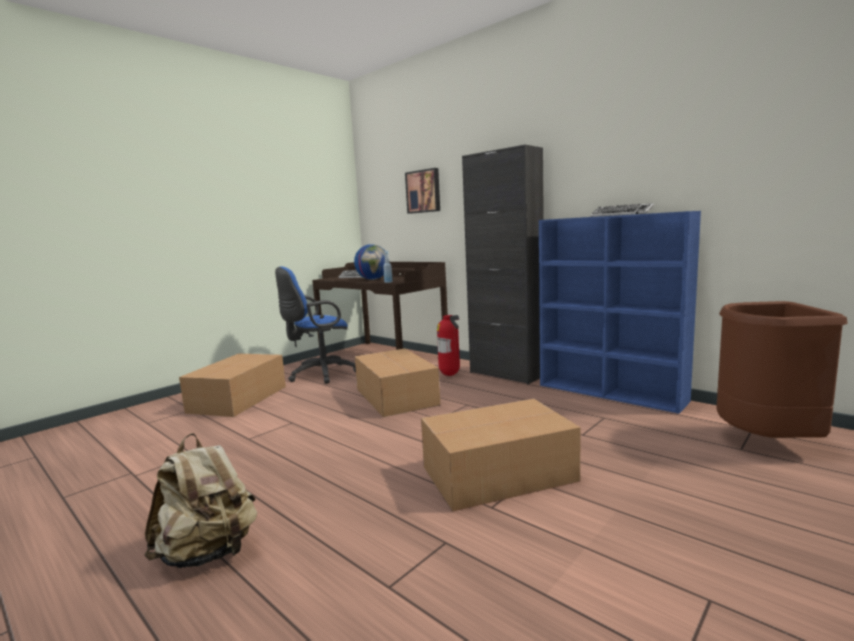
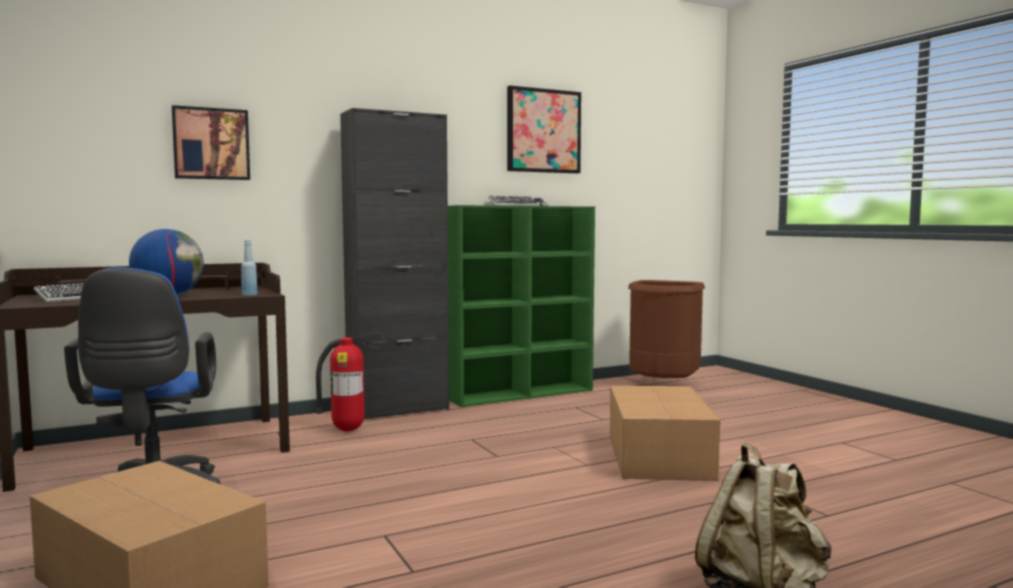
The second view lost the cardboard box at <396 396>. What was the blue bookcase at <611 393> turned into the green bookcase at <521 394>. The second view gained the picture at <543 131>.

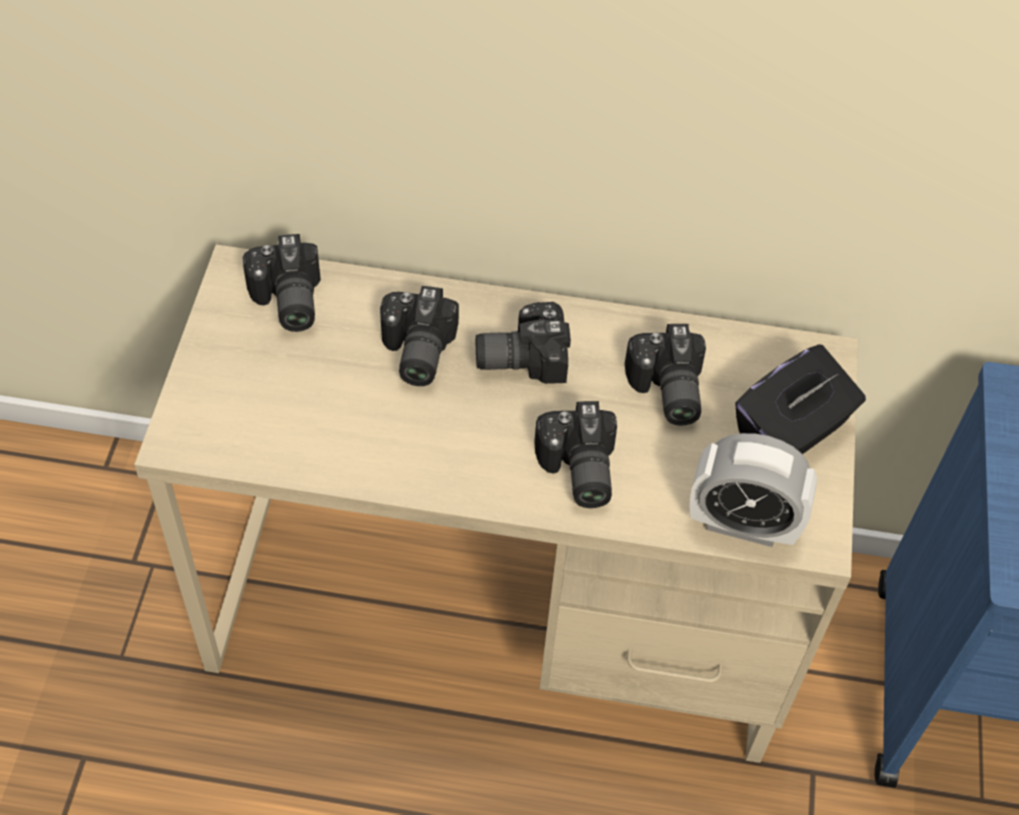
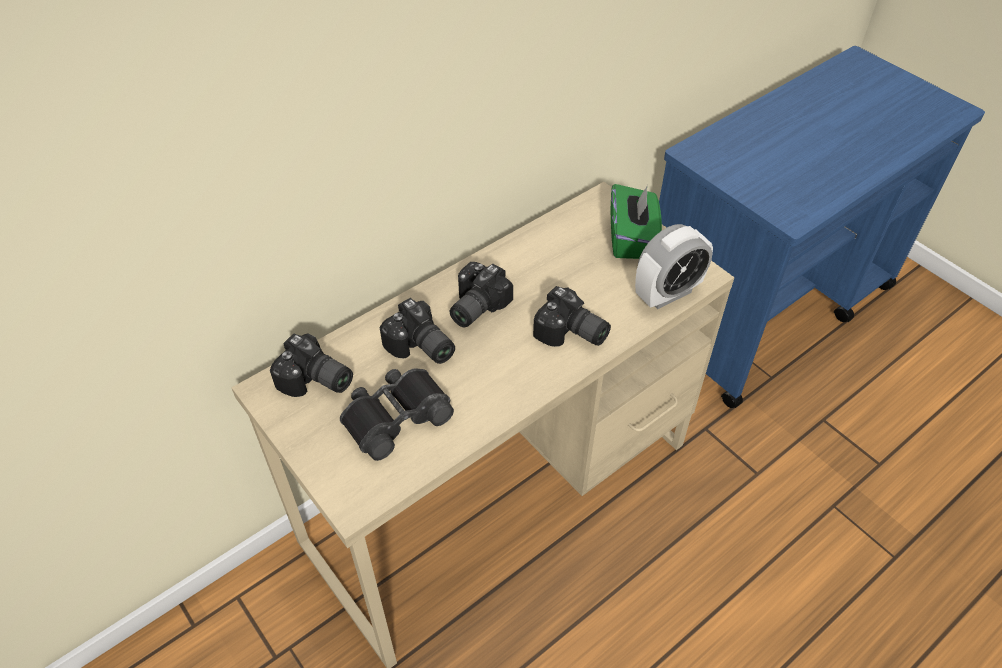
The second view lost the photo camera at <665 391>. What was the black tissue box at <792 430> turned into the green tissue box at <632 239>. The second view gained the black binoculars at <395 417>.

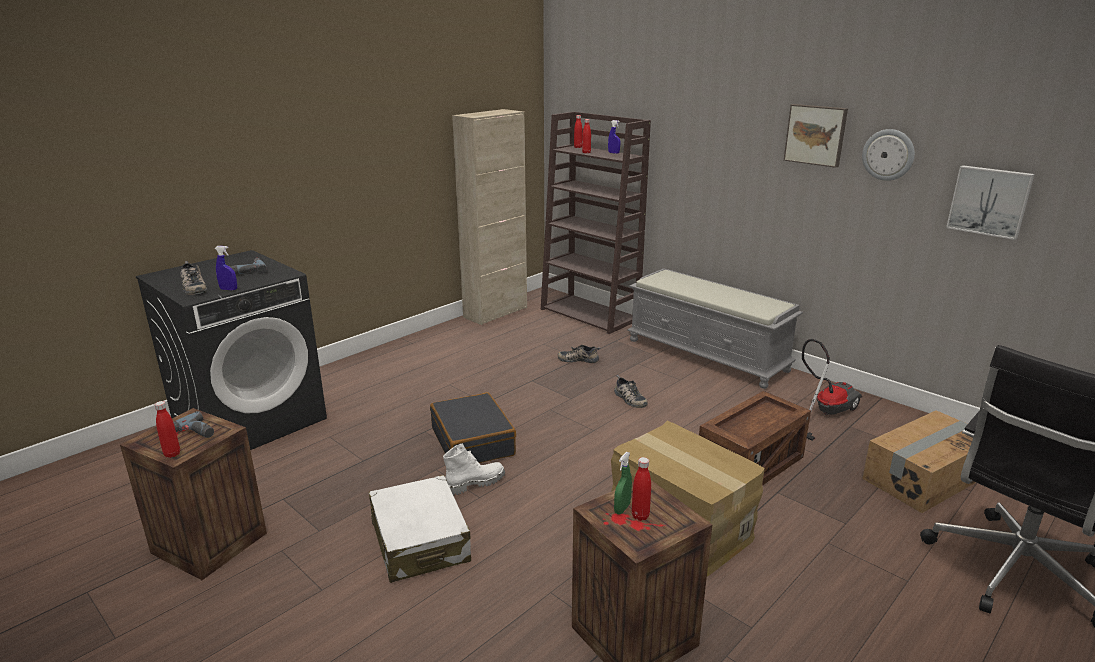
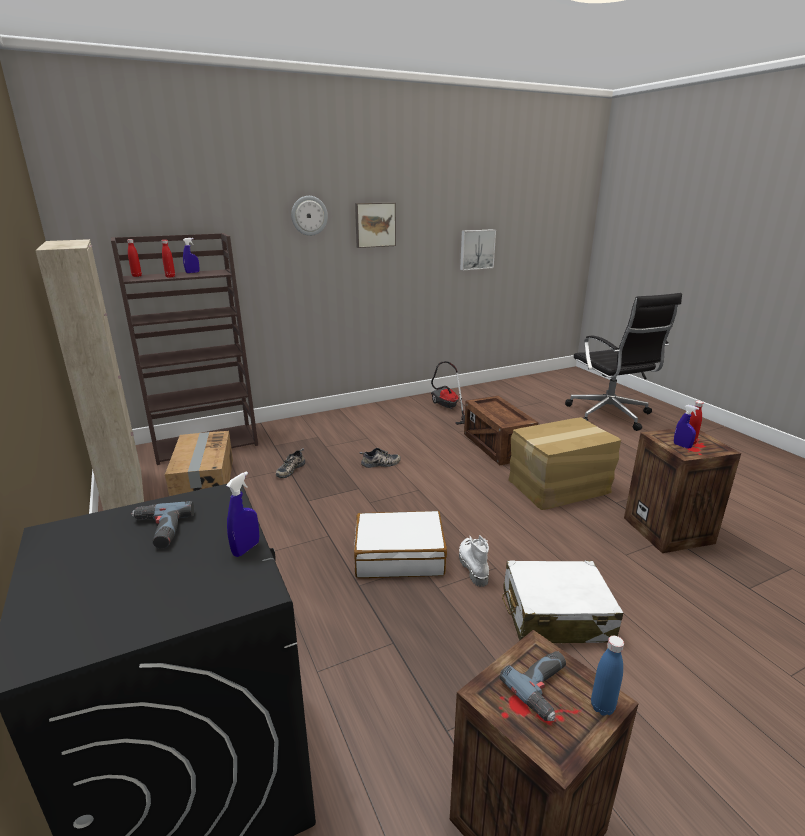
What was the red bottle at <172 454> turned into the blue bottle at <602 707>. The second view lost the shoe at <192 287>. What was the black suitcase at <473 441> turned into the white suitcase at <399 555>. What was the green spray bottle at <622 508> turned into the blue spray bottle at <682 446>. The second view lost the grey bench at <708 355>. The wall clock ended up elsewhere, having gone from <888 154> to <309 215>. The cardboard box ended up elsewhere, having gone from <923 477> to <203 481>.

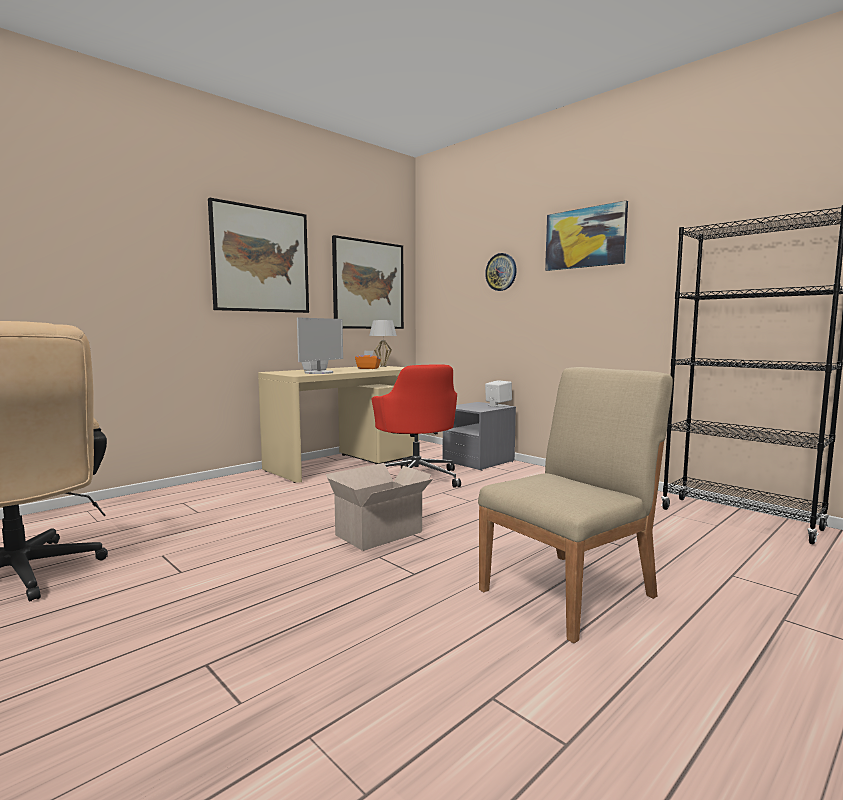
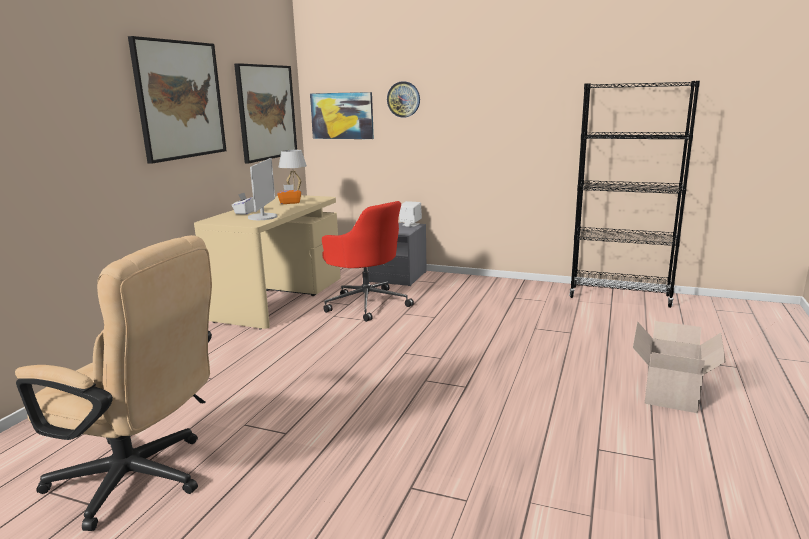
The cardboard box ended up elsewhere, having gone from <381 533> to <671 390>. The second view lost the beige chair at <569 592>. The picture ended up elsewhere, having gone from <585 238> to <342 116>.

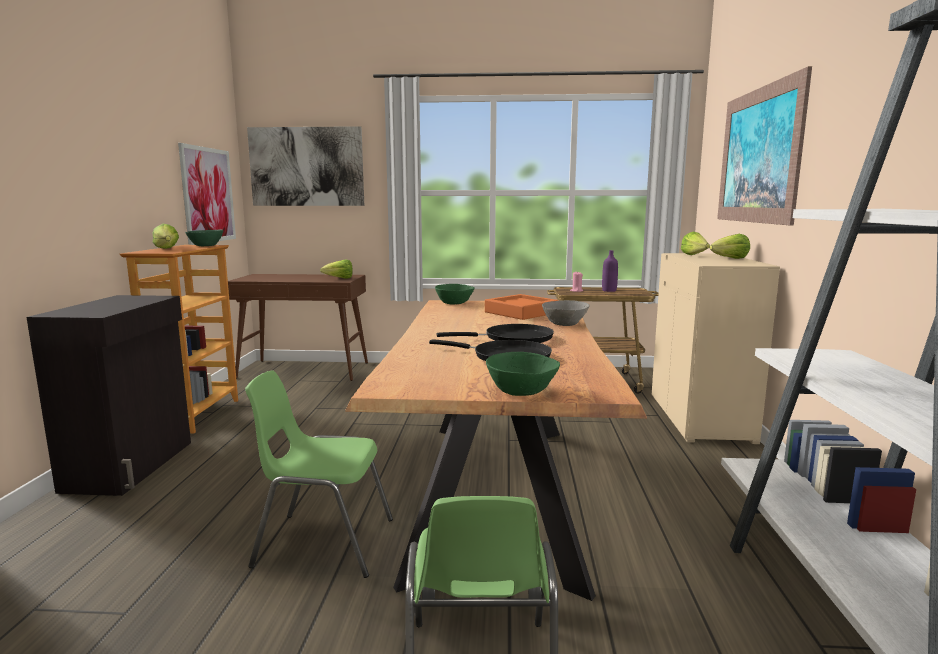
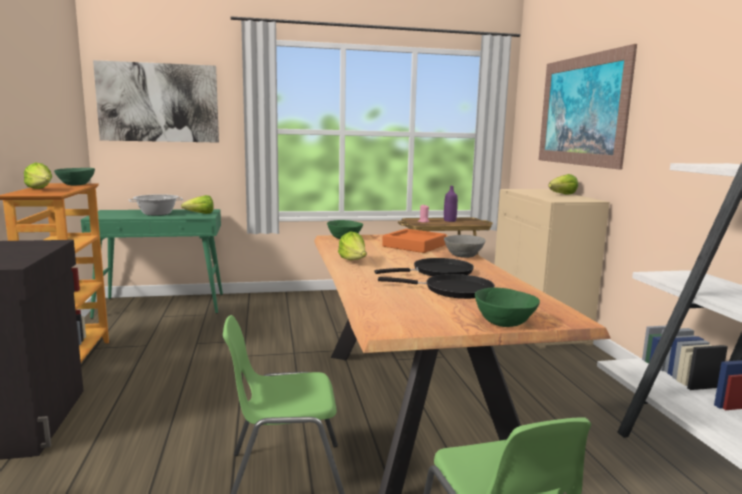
The second view lost the picture at <208 195>. What was the brown console table at <305 370> turned into the green console table at <162 305>. The lettuce ended up elsewhere, having gone from <695 255> to <354 261>. The second view gained the cooking pot at <157 214>.

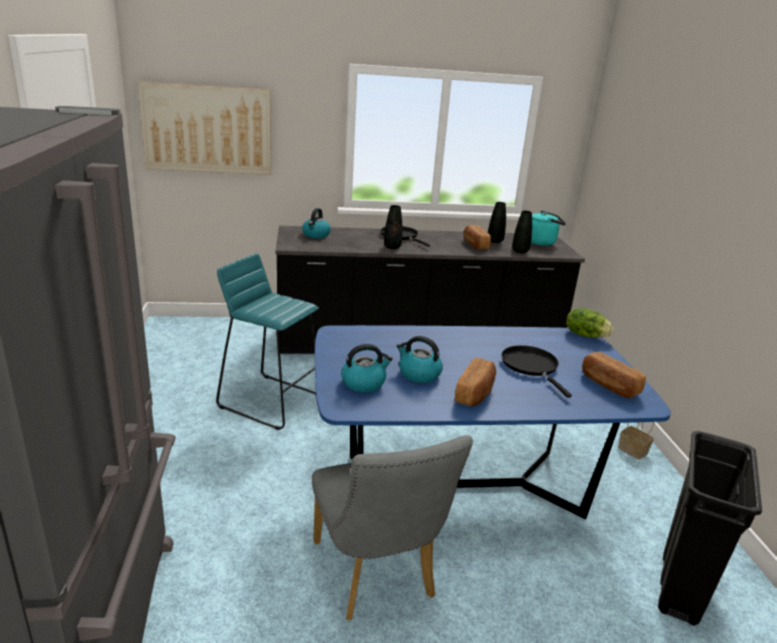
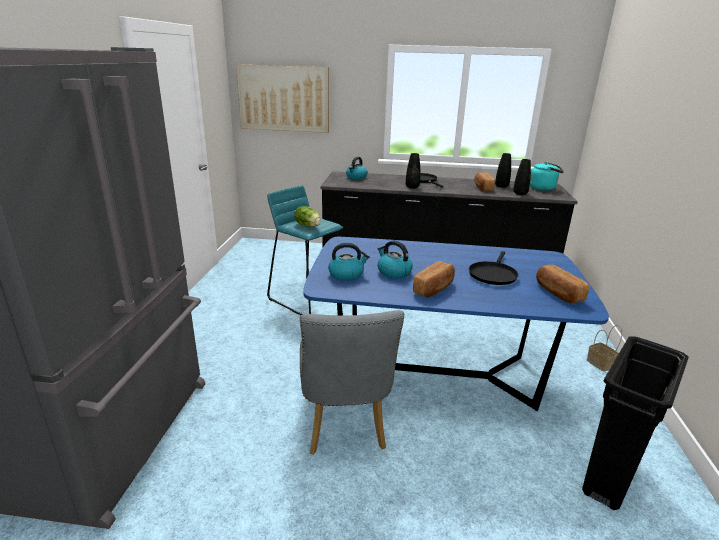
The black frying pan at <531 366> ended up facing another way, 150 degrees counterclockwise from before. The lettuce ended up elsewhere, having gone from <585 335> to <308 225>.

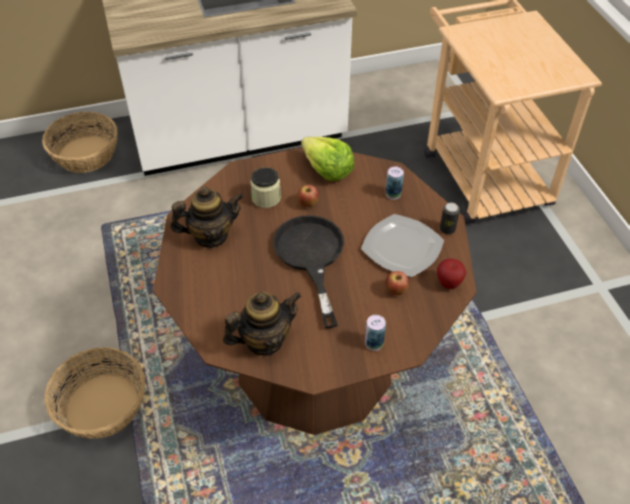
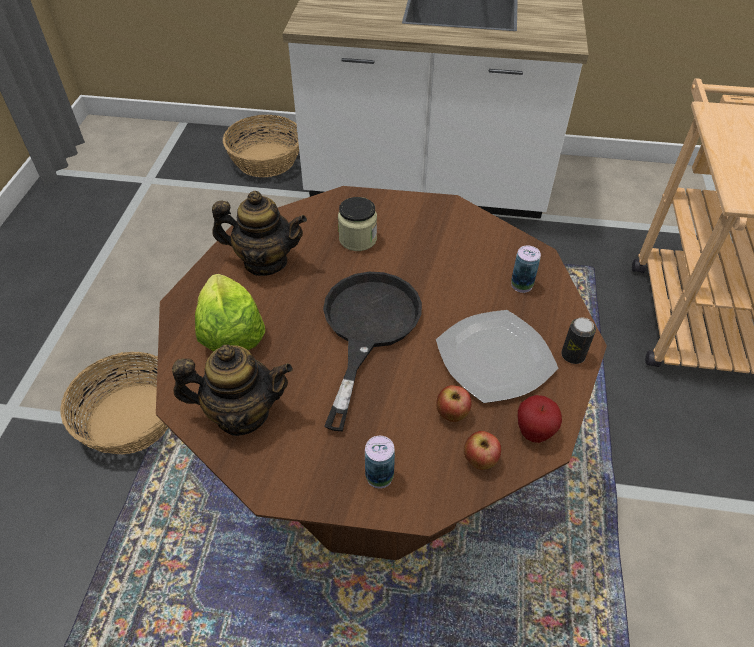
The apple ended up elsewhere, having gone from <308 204> to <480 461>. The lettuce ended up elsewhere, having gone from <327 170> to <230 333>.

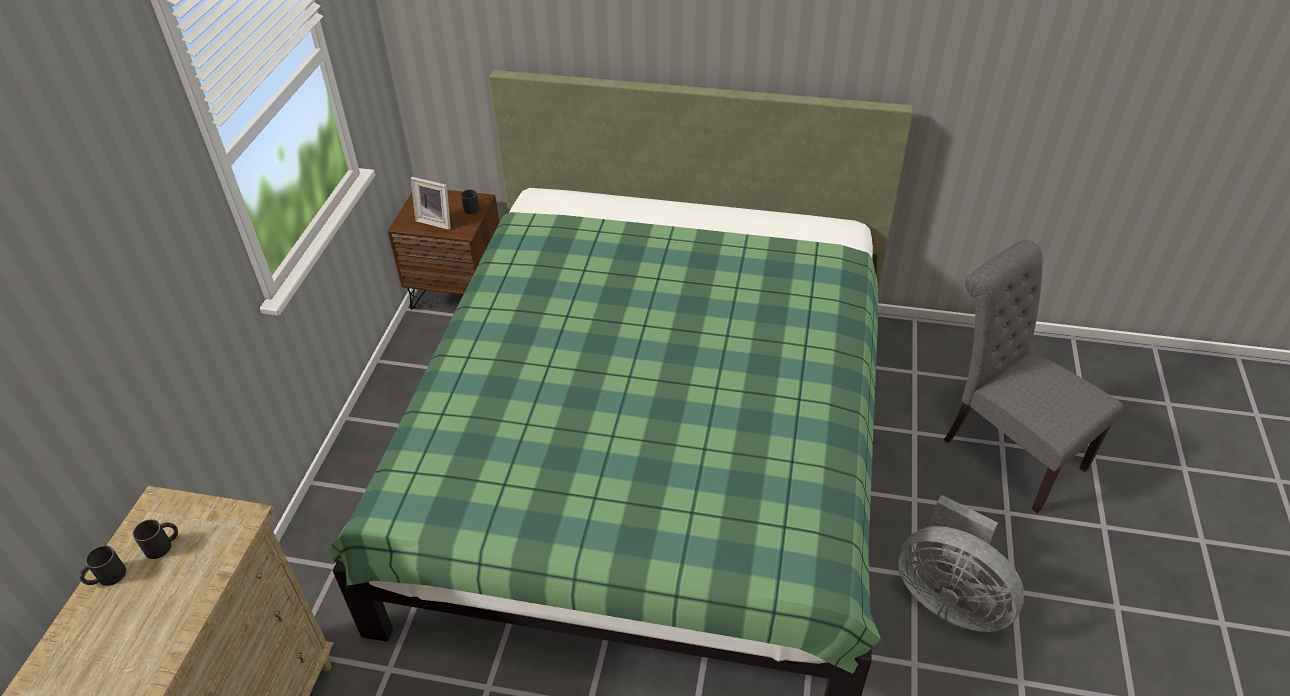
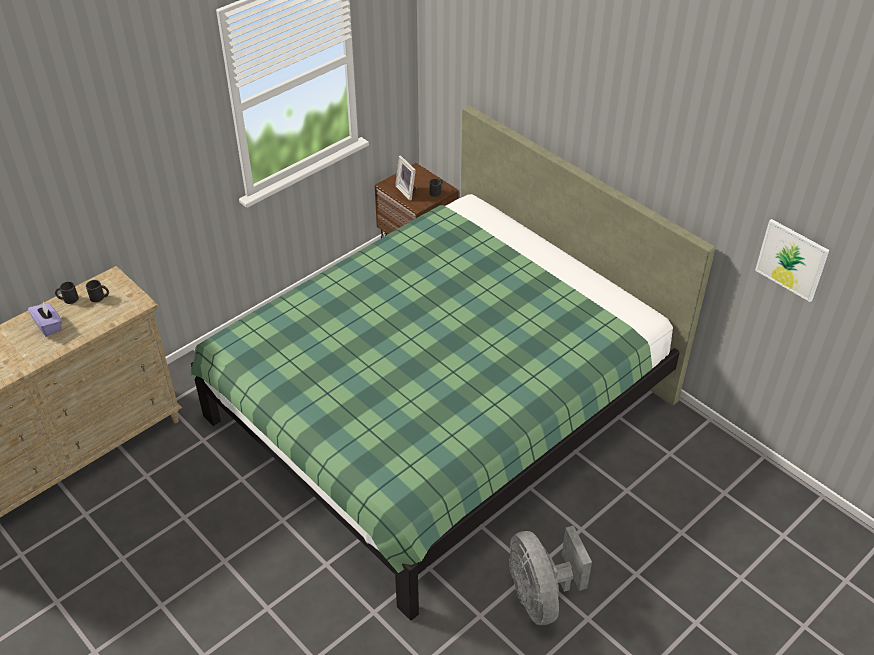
The second view lost the grey chair at <1006 449>. The second view gained the purple tissue box at <49 326>. The second view gained the picture at <792 259>.

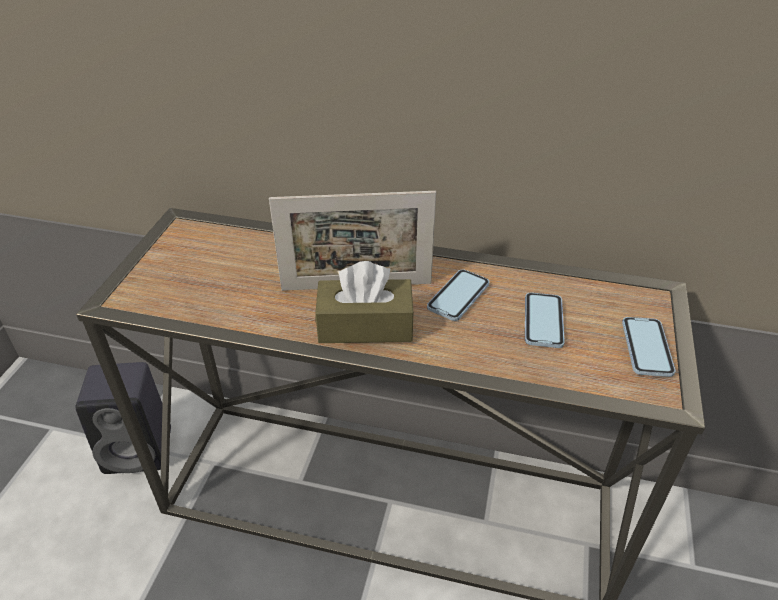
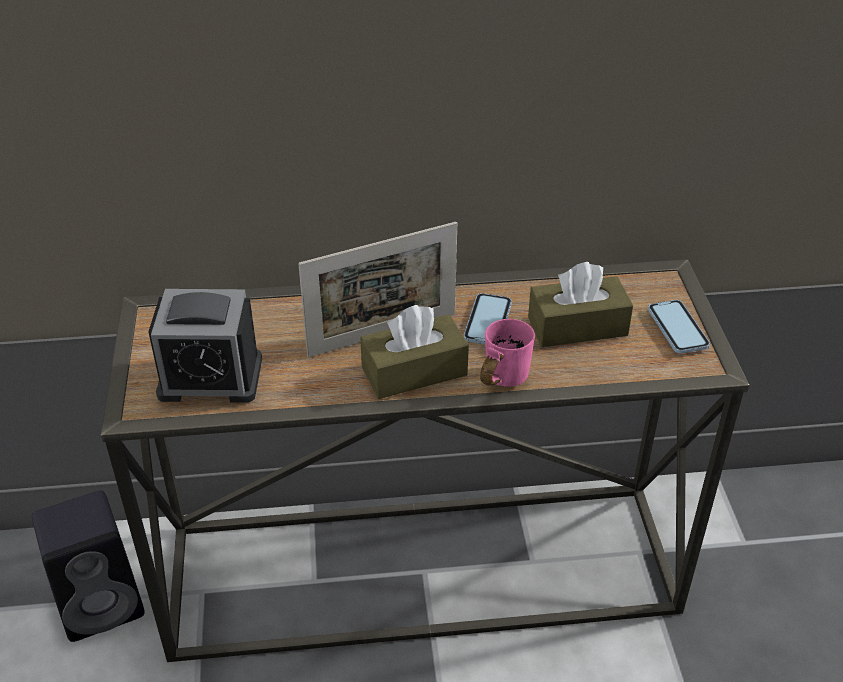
Where the phone stood at <543 321>, the brown tissue box came to stand at <577 326>. The second view gained the alarm clock at <210 377>. The second view gained the pink mug at <497 380>.

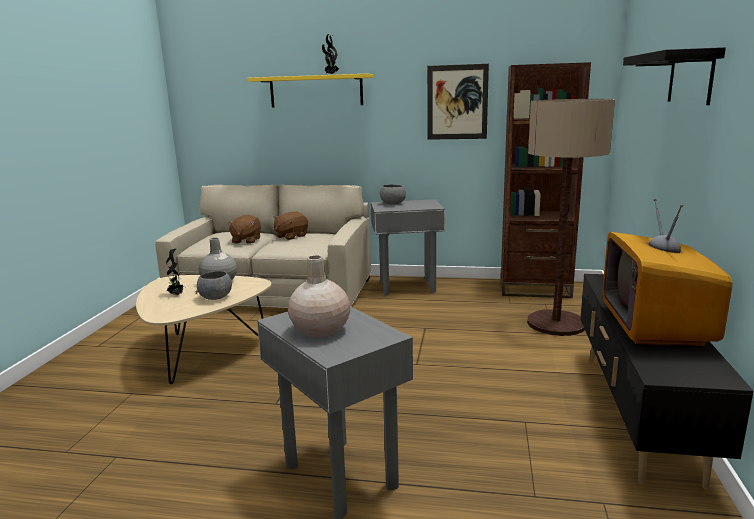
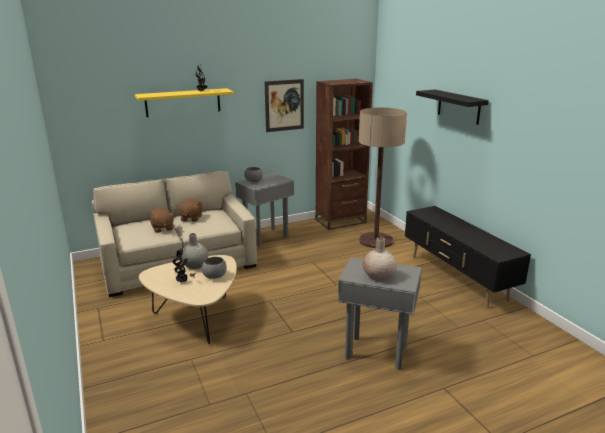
The second view lost the television at <655 326>.

